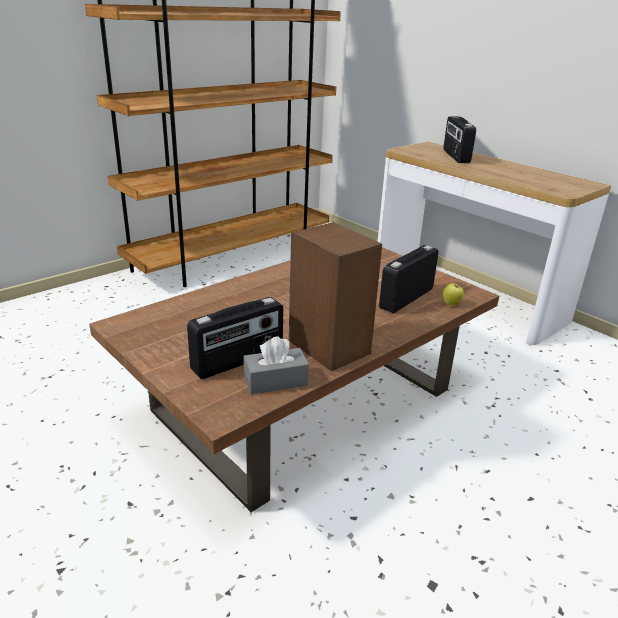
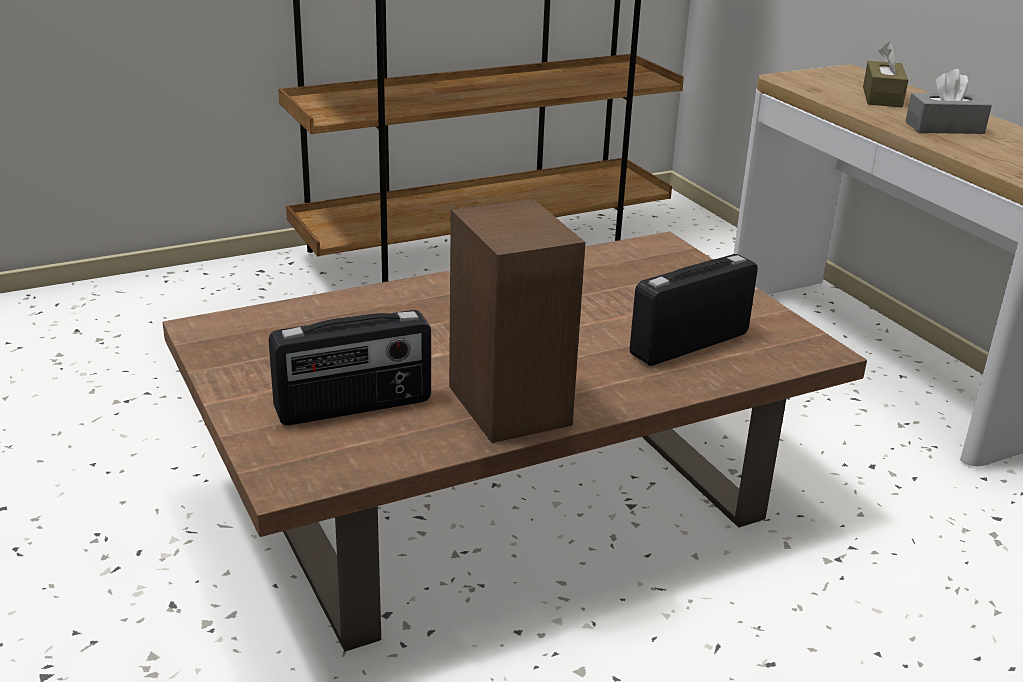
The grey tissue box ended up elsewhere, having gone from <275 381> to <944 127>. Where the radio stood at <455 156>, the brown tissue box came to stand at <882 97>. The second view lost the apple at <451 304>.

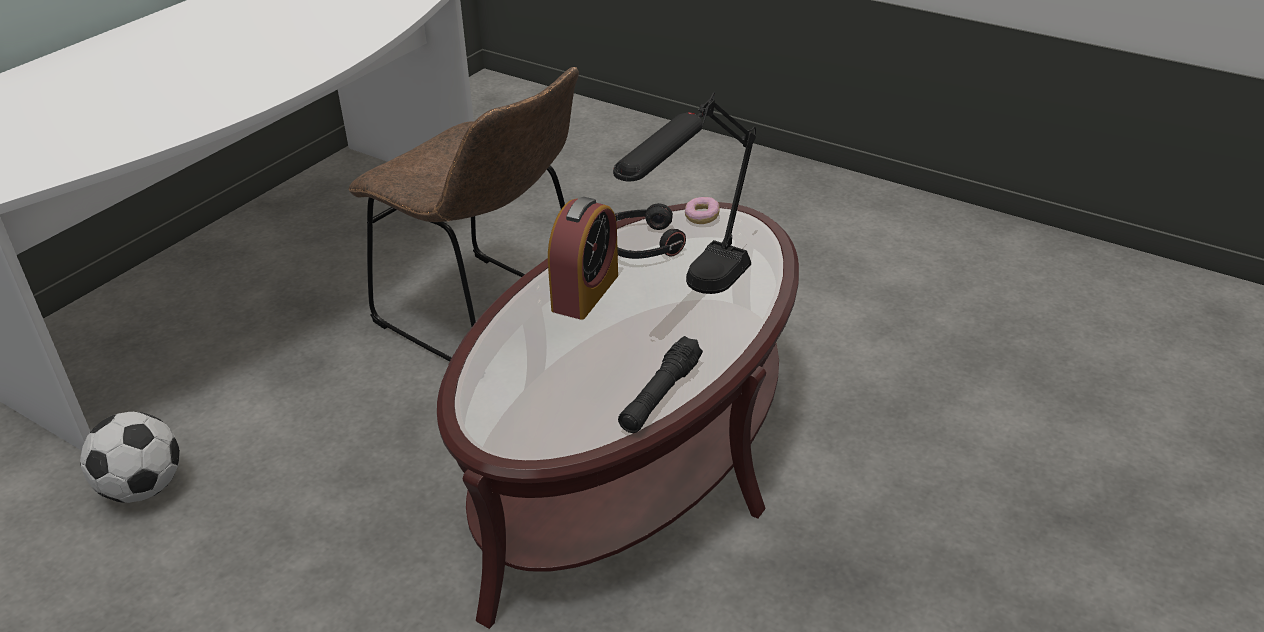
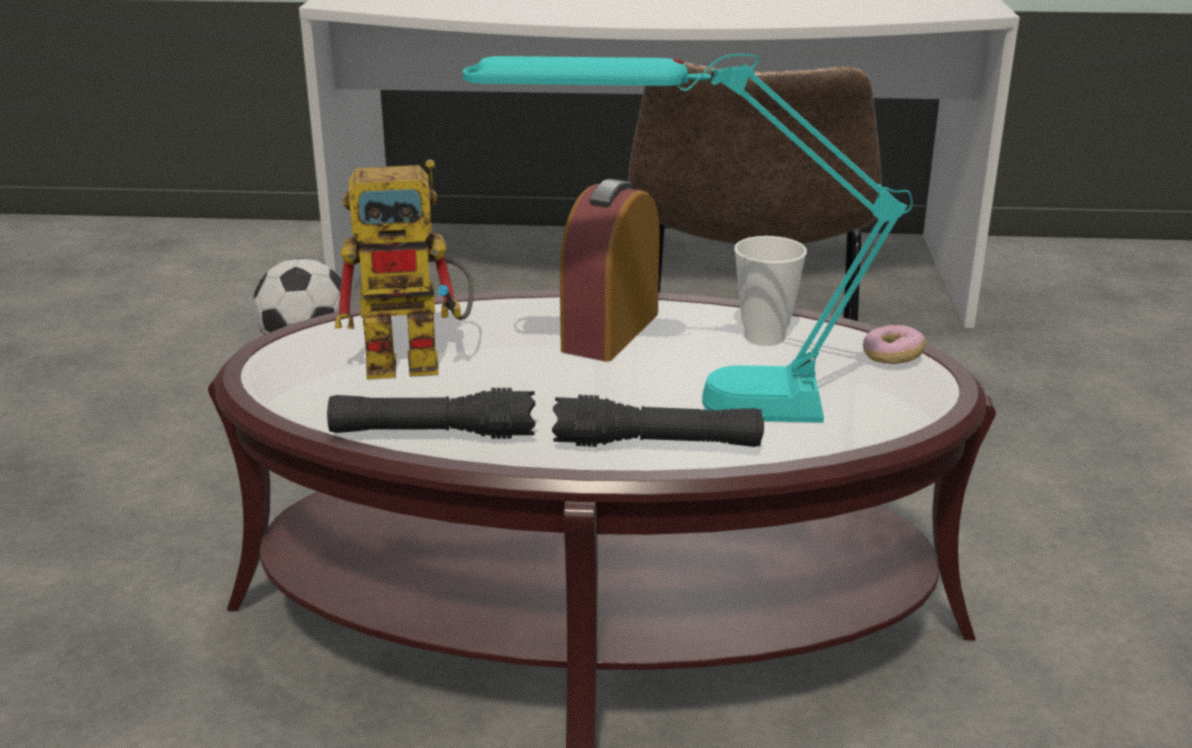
The alarm clock at <585 292> ended up facing another way, 120 degrees clockwise from before. What was the black table lamp at <692 298> turned into the turquoise table lamp at <682 400>. Where the black headphones stood at <641 244>, the cup came to stand at <764 336>. The second view gained the toy robot at <420 360>. The second view gained the black flashlight at <657 444>.

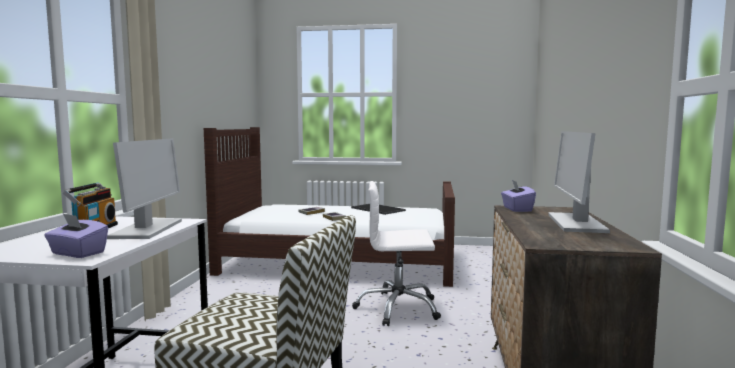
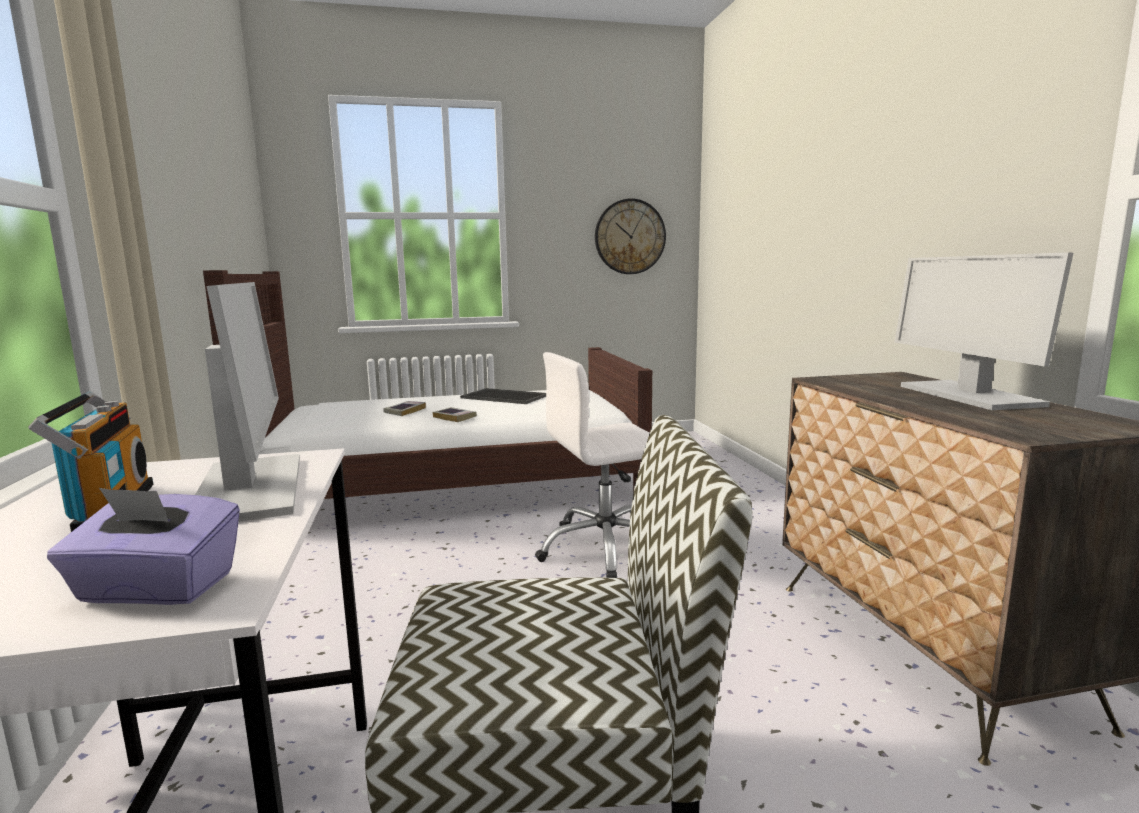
The second view lost the purple tissue box at <516 209>. The second view gained the wall clock at <630 237>.

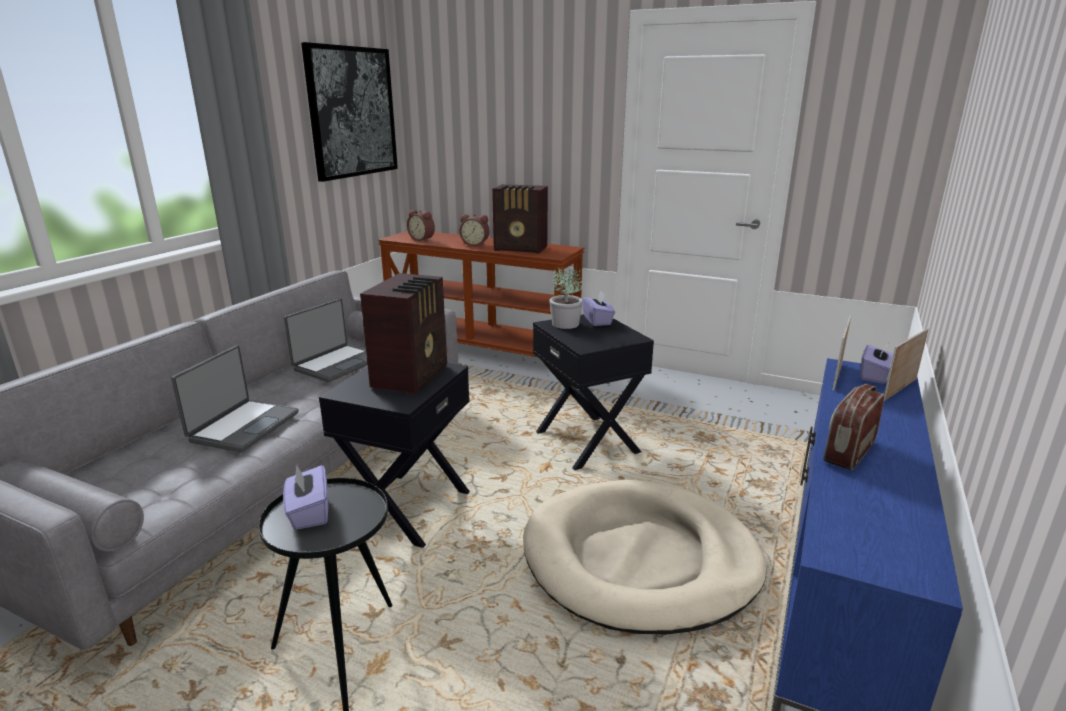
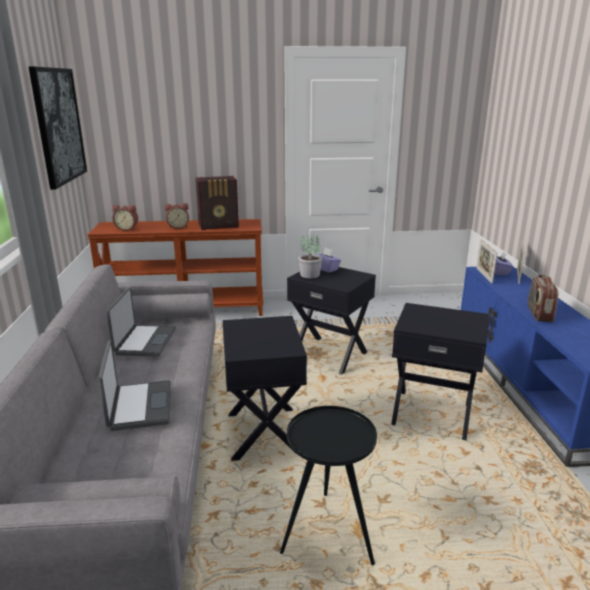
The second view lost the purple tissue box at <309 513>. The second view lost the radio at <412 376>. Where the beige dog bed stood at <640 560>, the black side table came to stand at <432 413>.

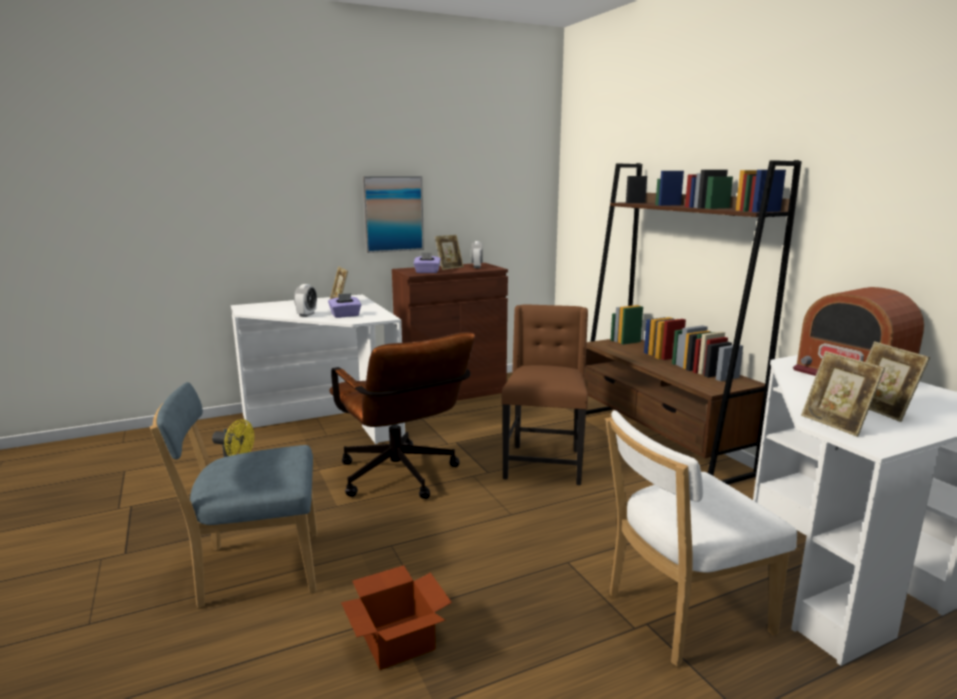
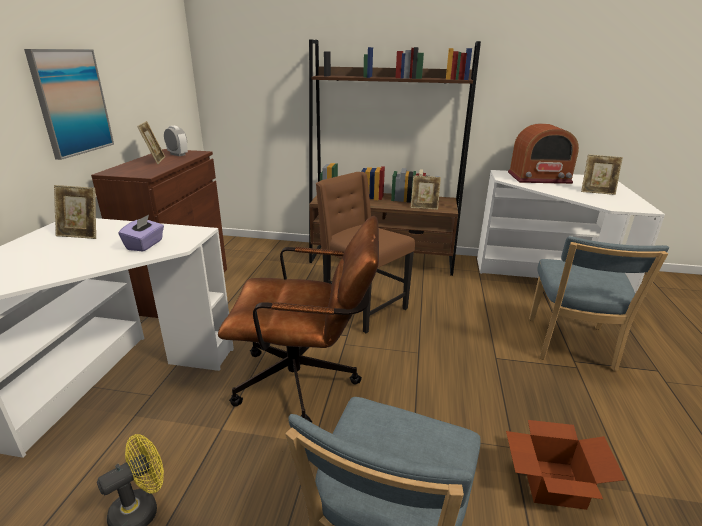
The second view lost the alarm clock at <307 315>. The second view lost the purple tissue box at <427 272>. What was the white chair at <681 615> turned into the blue chair at <570 346>. The picture frame ended up elsewhere, having gone from <835 424> to <424 207>.

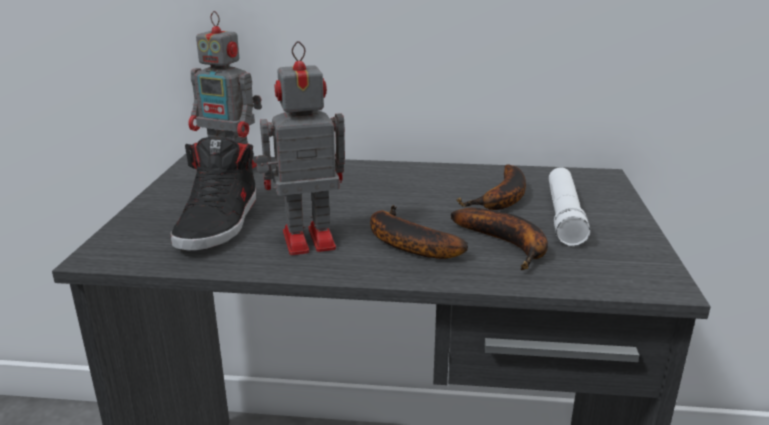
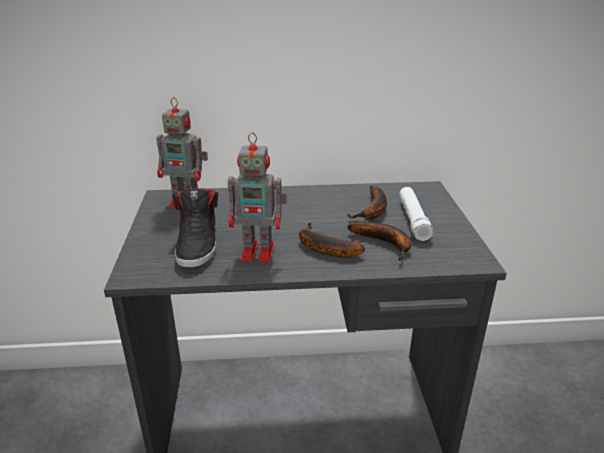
The toy robot at <305 240> ended up facing another way, 150 degrees counterclockwise from before.

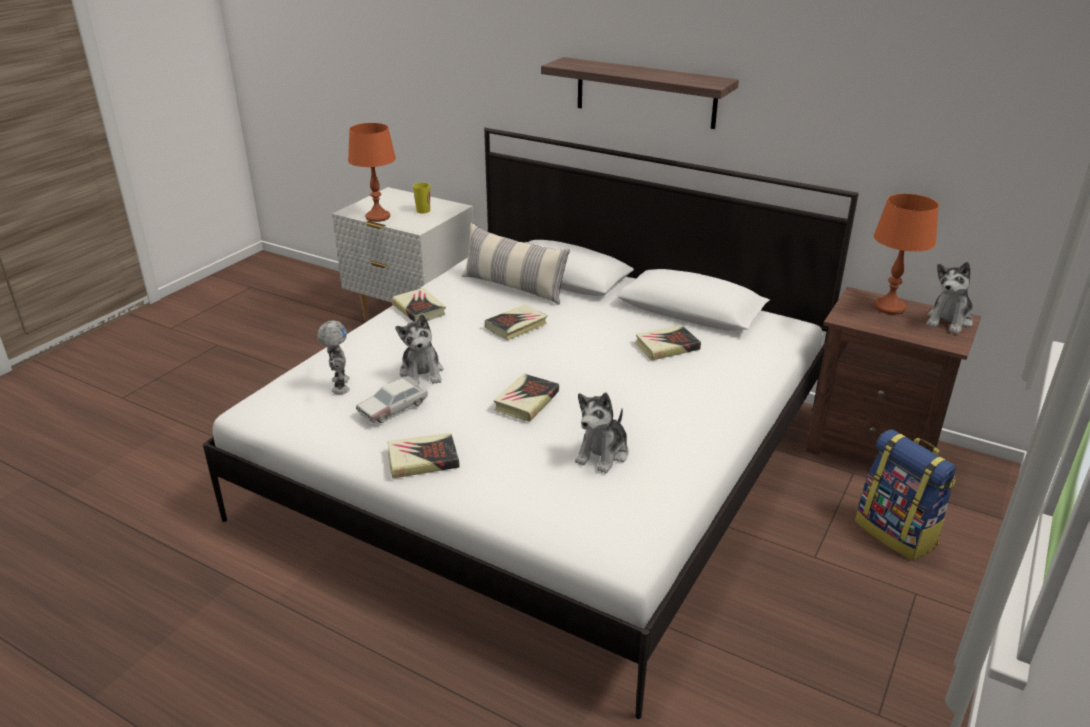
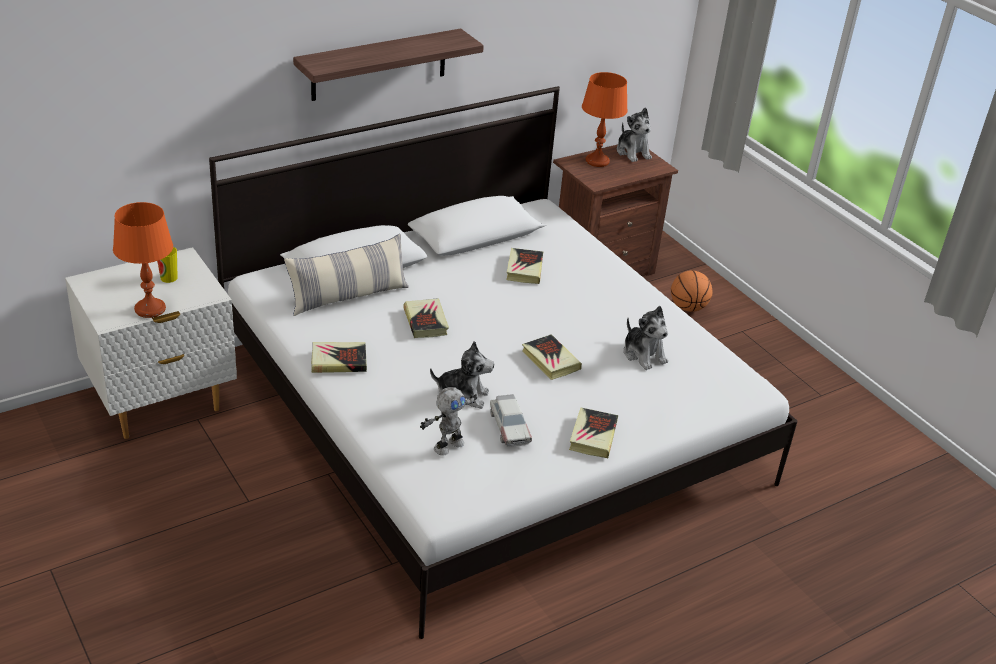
The toy robot at <339 385> ended up facing another way, 120 degrees clockwise from before. Where the backpack stood at <897 533>, the basketball came to stand at <688 308>.

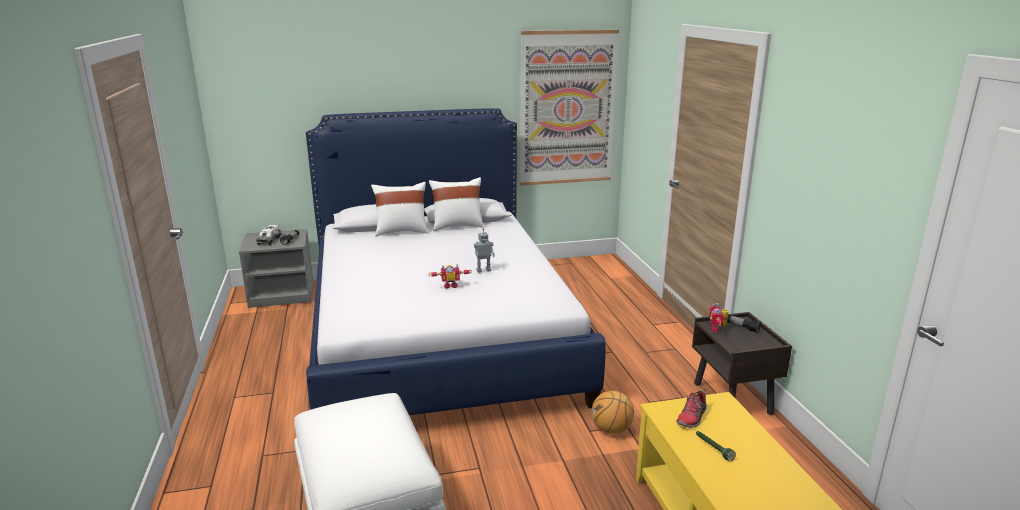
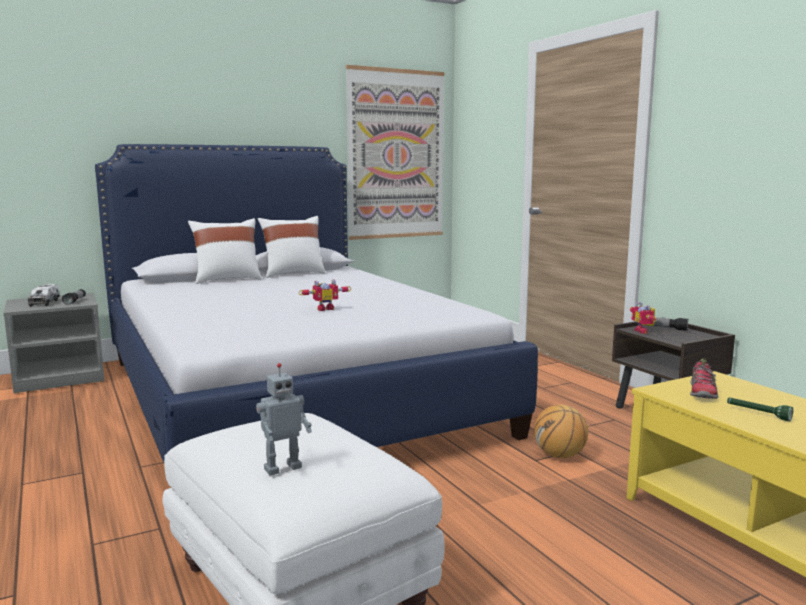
The toy robot ended up elsewhere, having gone from <483 270> to <282 468>.

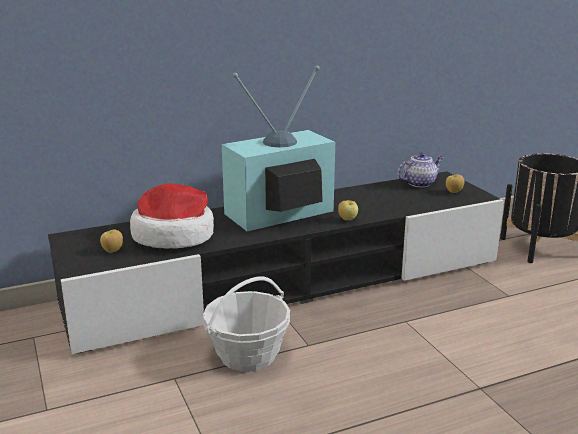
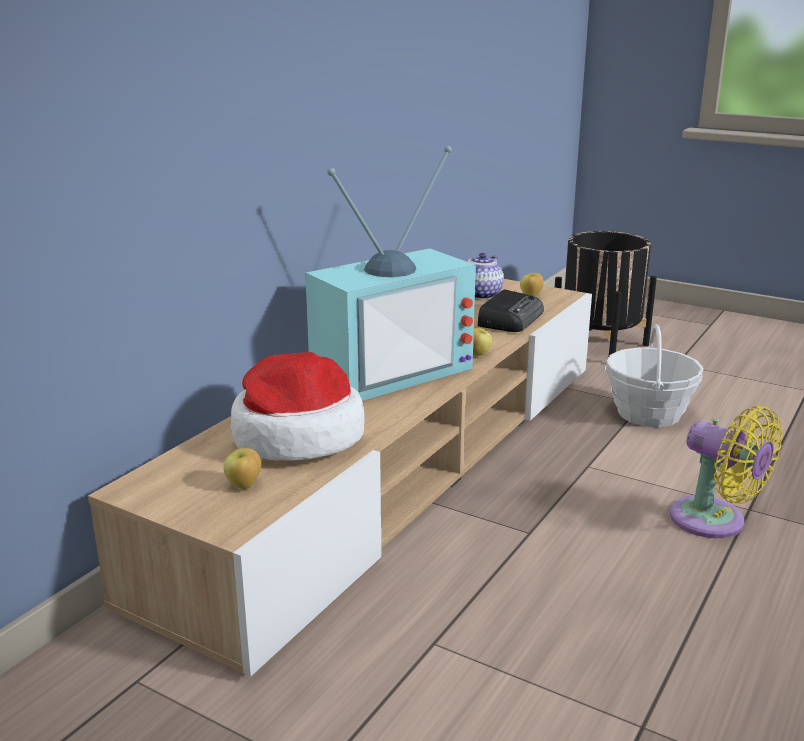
What was the black tv stand at <290 283> turned into the beige tv stand at <402 466>. The basket ended up elsewhere, having gone from <247 355> to <648 413>. The television at <280 214> ended up facing another way, 150 degrees counterclockwise from before. The second view gained the radio at <510 318>. The second view gained the yellow fan at <714 522>.

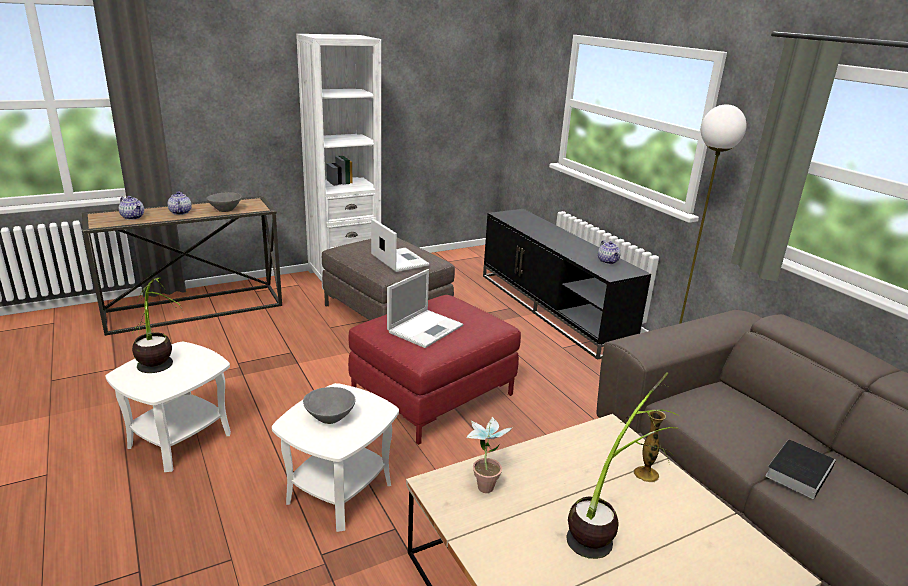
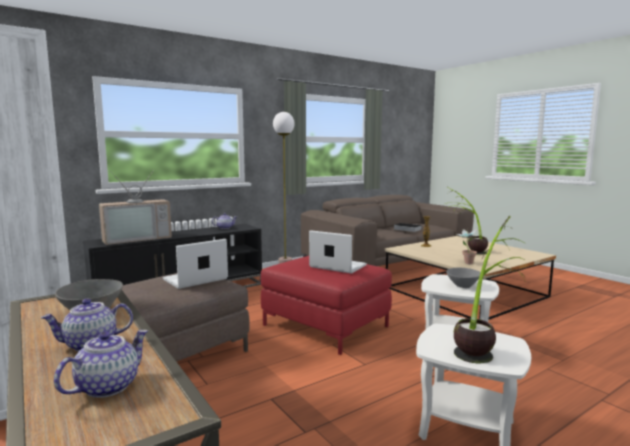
The second view gained the television at <137 238>.

